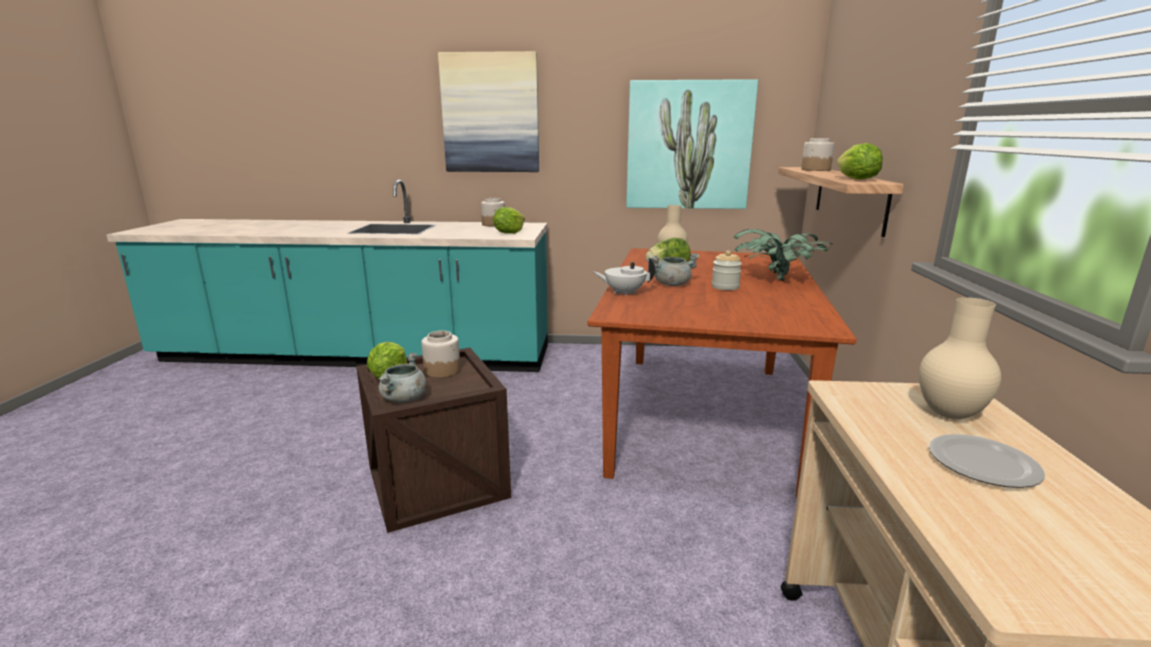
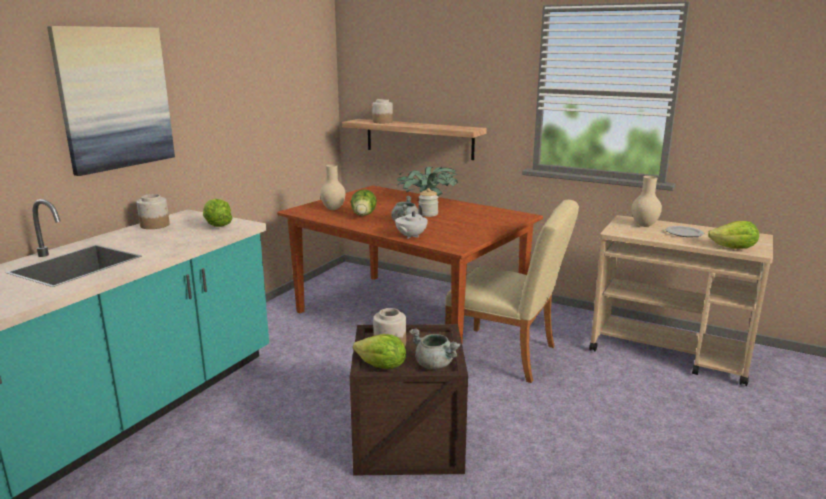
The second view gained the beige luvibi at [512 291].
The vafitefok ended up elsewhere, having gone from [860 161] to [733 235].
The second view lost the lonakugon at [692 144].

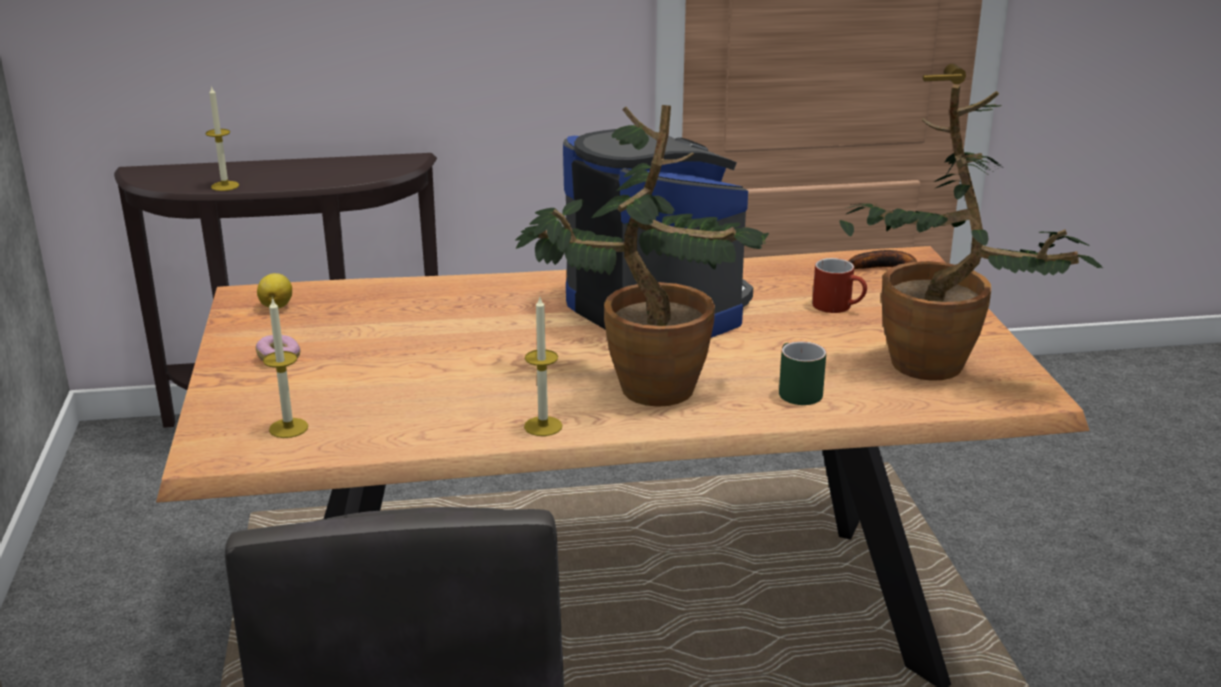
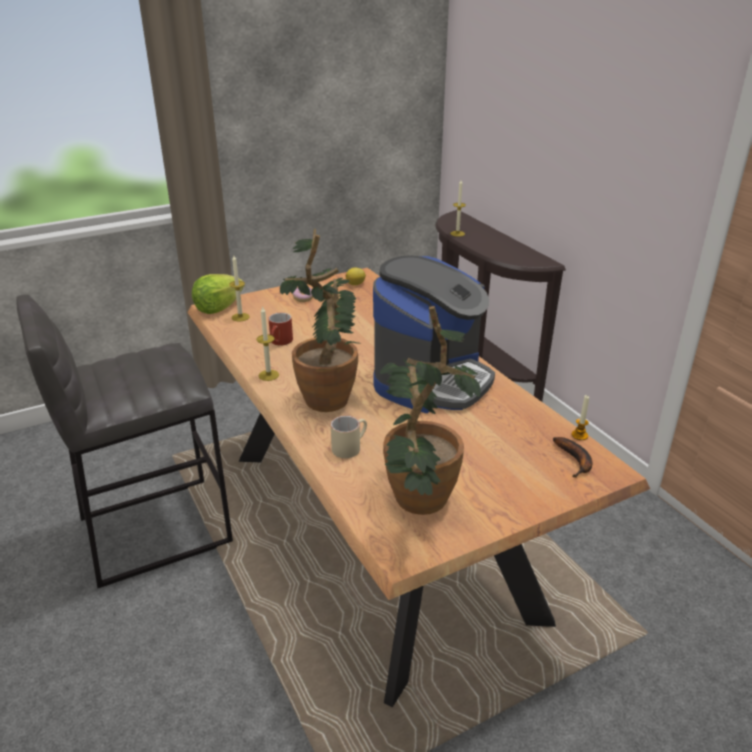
The second view gained the vafitefok at [218 294].
The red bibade ended up elsewhere, having gone from [839 285] to [280 329].
What was the green bibade at [802 373] turned into the beige bibade at [349 437].
The second view gained the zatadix at [580 417].

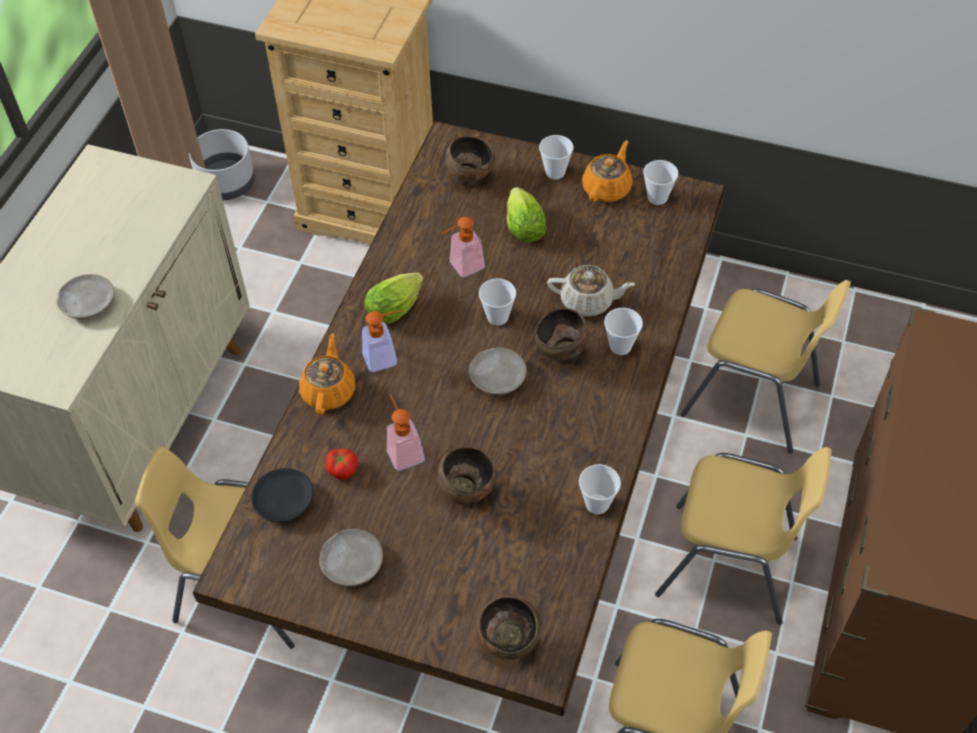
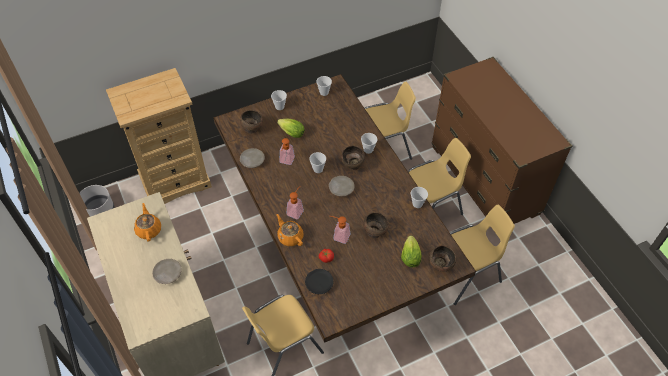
The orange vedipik ended up elsewhere, having gone from [607 171] to [147 222].
The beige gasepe ended up elsewhere, having gone from [351 557] to [252 158].
The vafitefok ended up elsewhere, having gone from [394 298] to [411 251].
The second view lost the beige vedipik at [591 290].

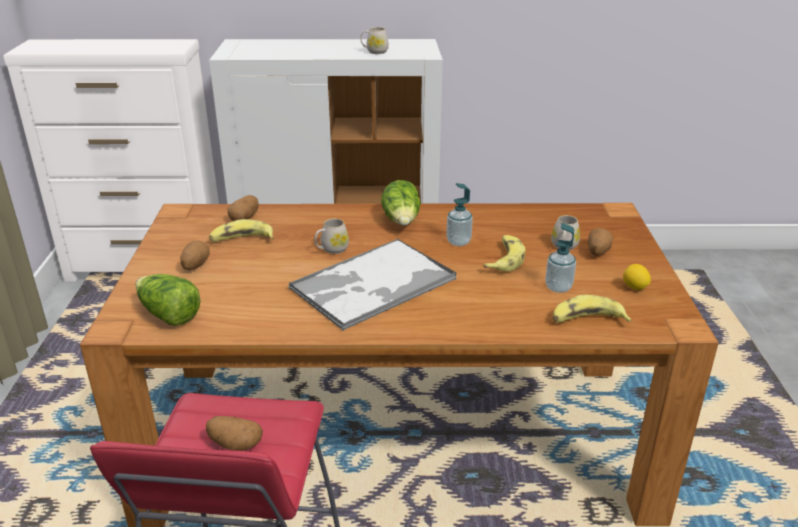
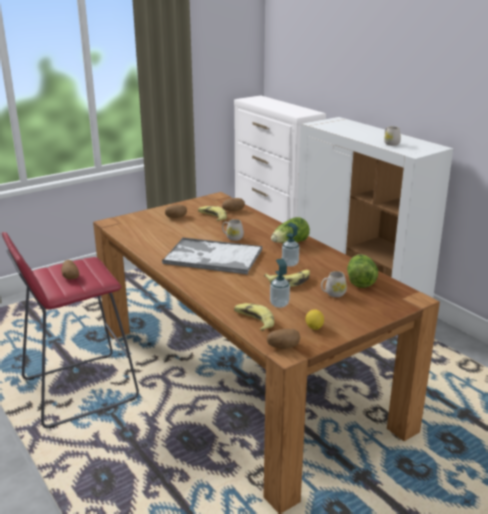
The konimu ended up elsewhere, having gone from [600 242] to [284 339].
The vafitefok ended up elsewhere, having gone from [168 300] to [362 271].

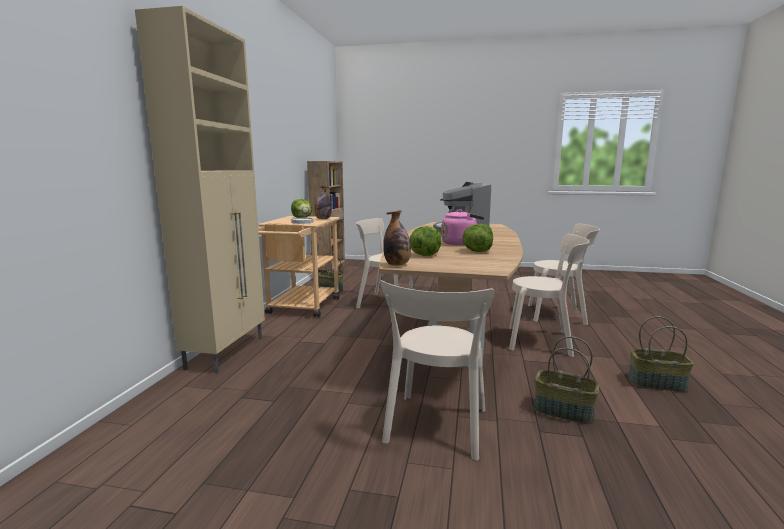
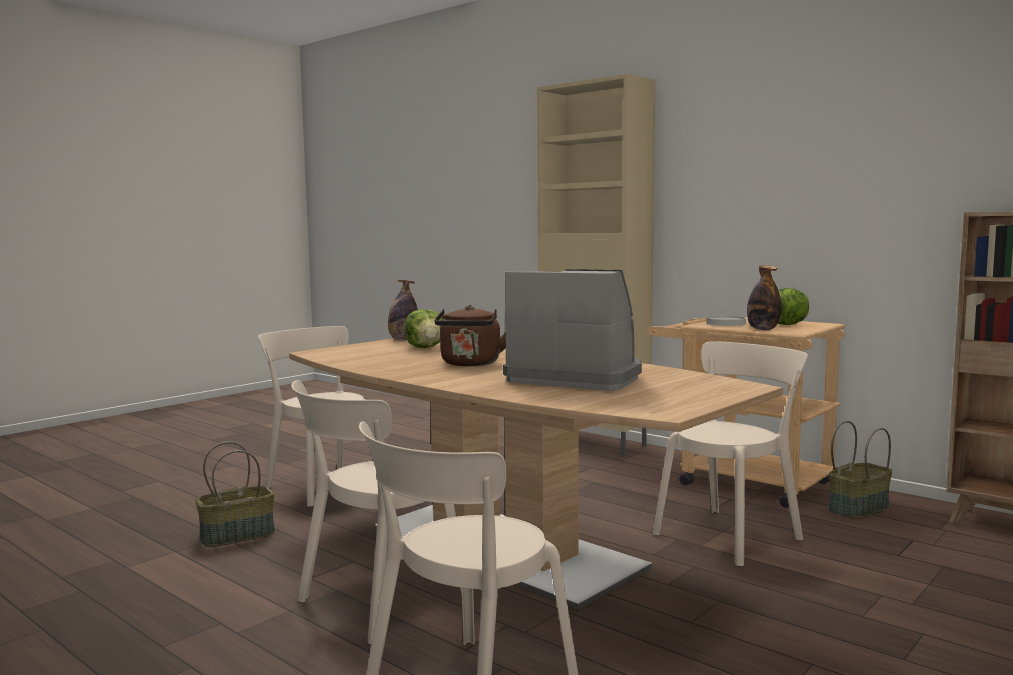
What was the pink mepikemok at [462 227] turned into the brown mepikemok at [470 335].
The second view lost the vafitefok at [477 238].
The second view lost the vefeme at [661 354].

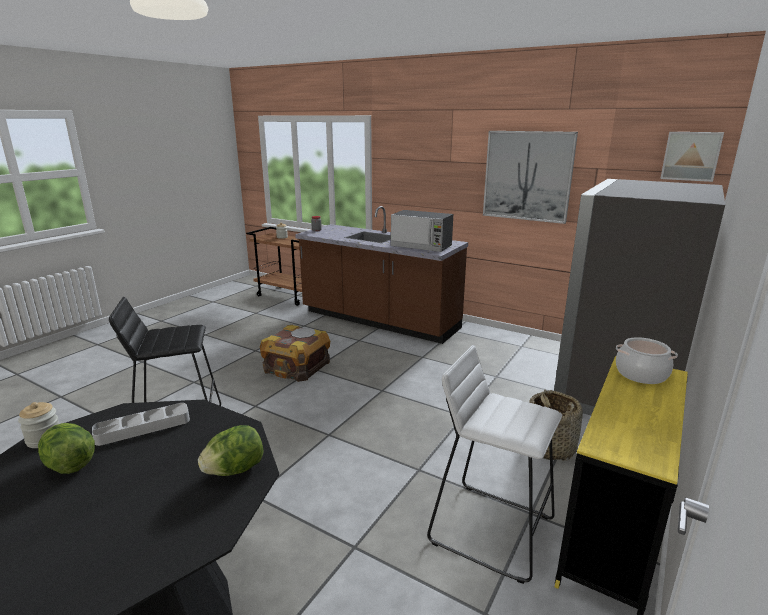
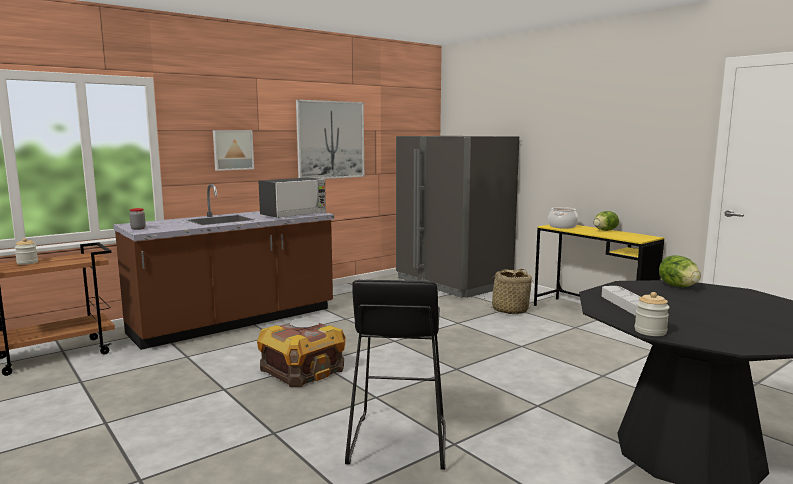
The lonakugon ended up elsewhere, having gone from [692 157] to [233 150].
The vafitefok ended up elsewhere, having gone from [66 448] to [606 221].
The second view lost the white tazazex at [494 464].

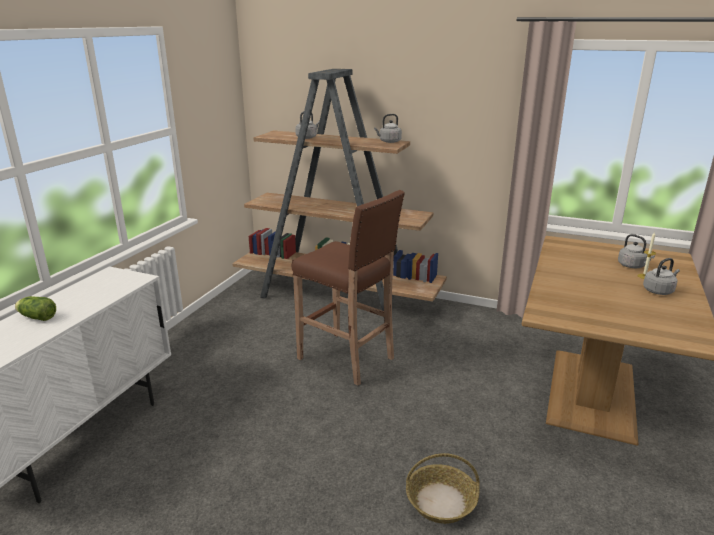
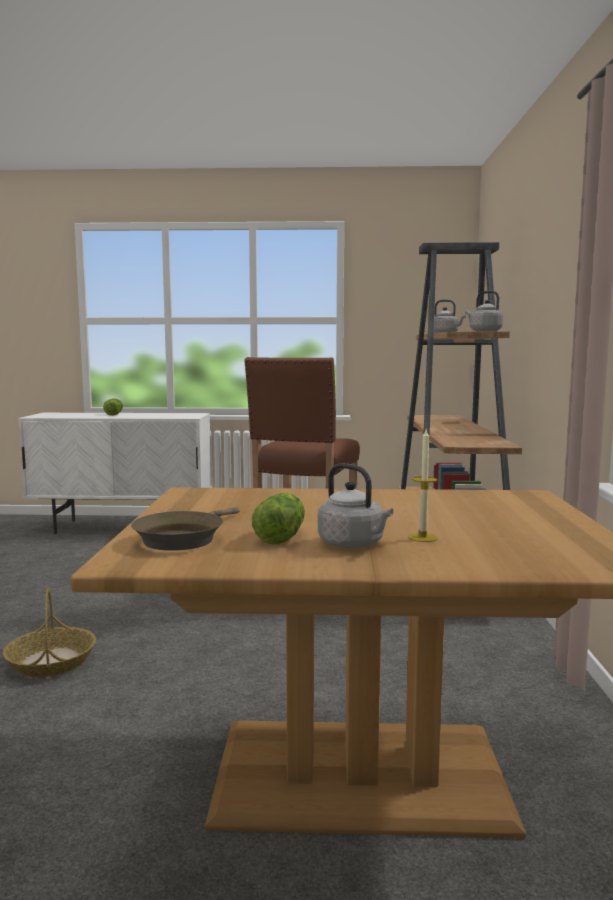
The second view gained the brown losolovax at [185 529].
The second view gained the vafitefok at [278 518].
The second view lost the grey mepikemok at [636 251].

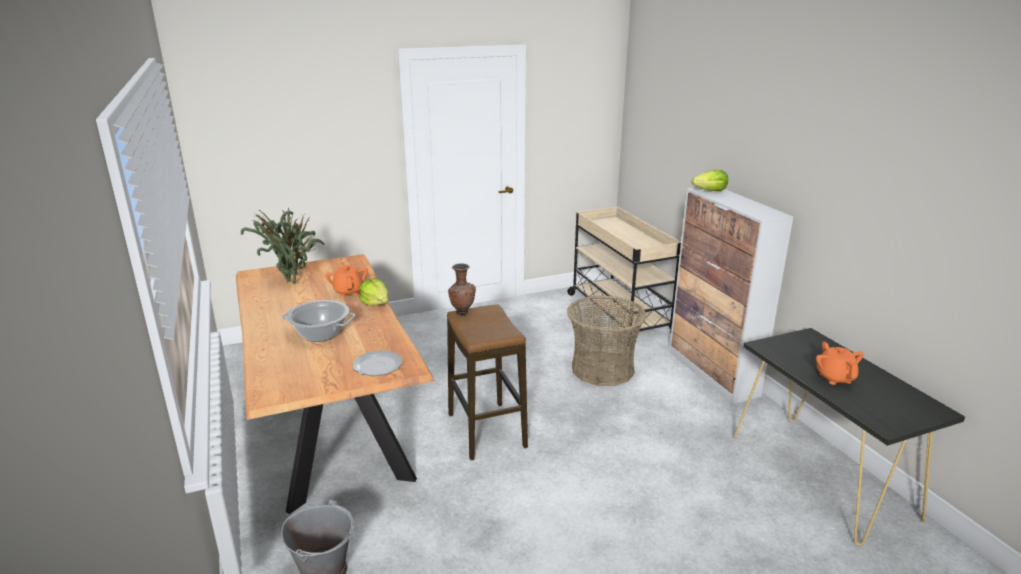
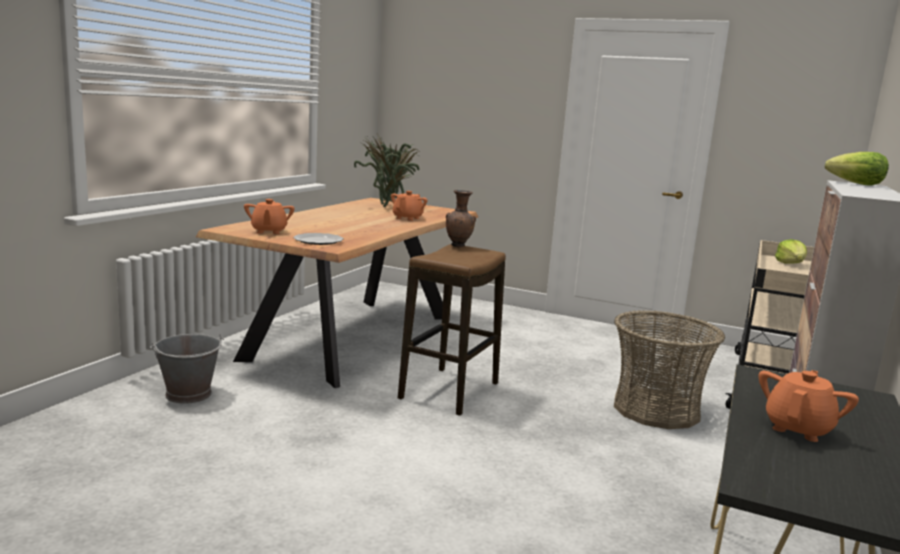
The second view gained the orange vedipik at [269 216].
The vafitefok ended up elsewhere, having gone from [373 292] to [791 251].
The second view lost the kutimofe at [318 321].

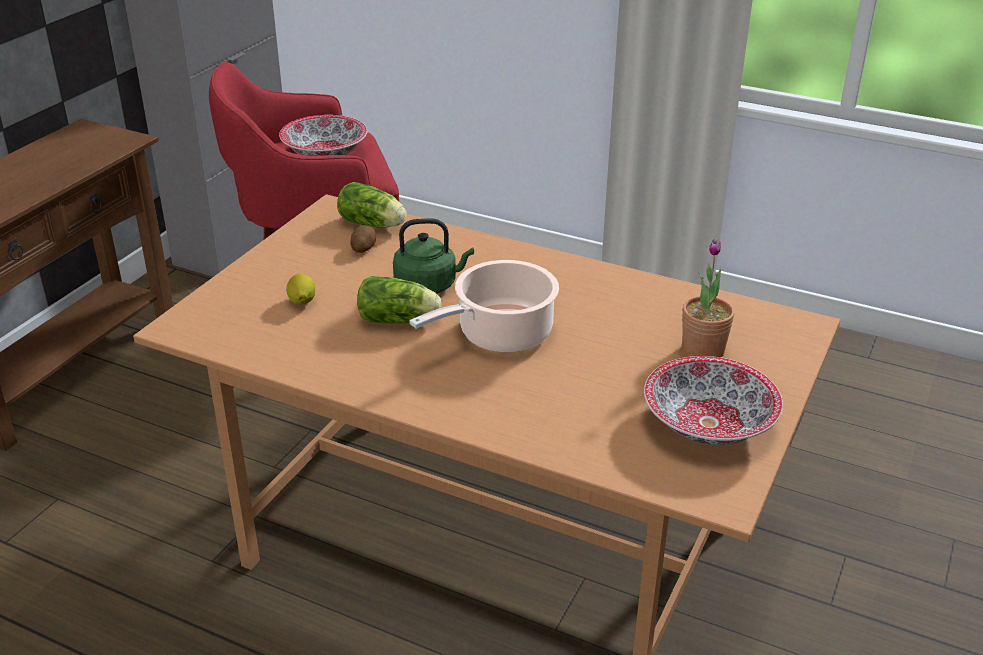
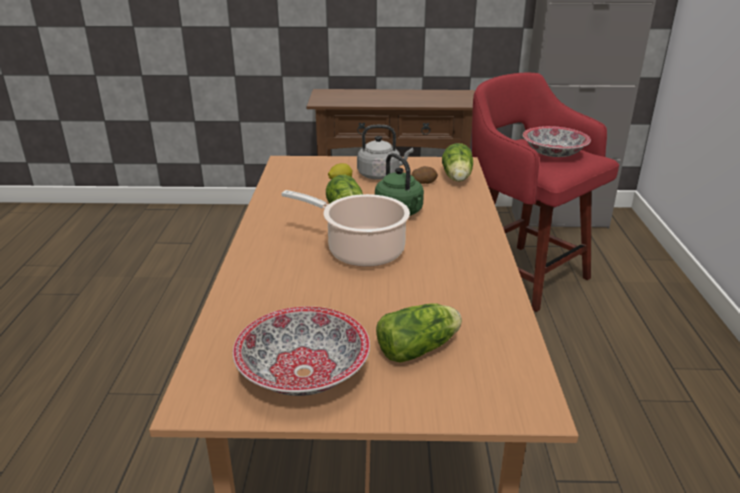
The second view gained the grey mepikemok at [385 152].
Where the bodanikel stood at [708 298], the vafitefok came to stand at [419 333].

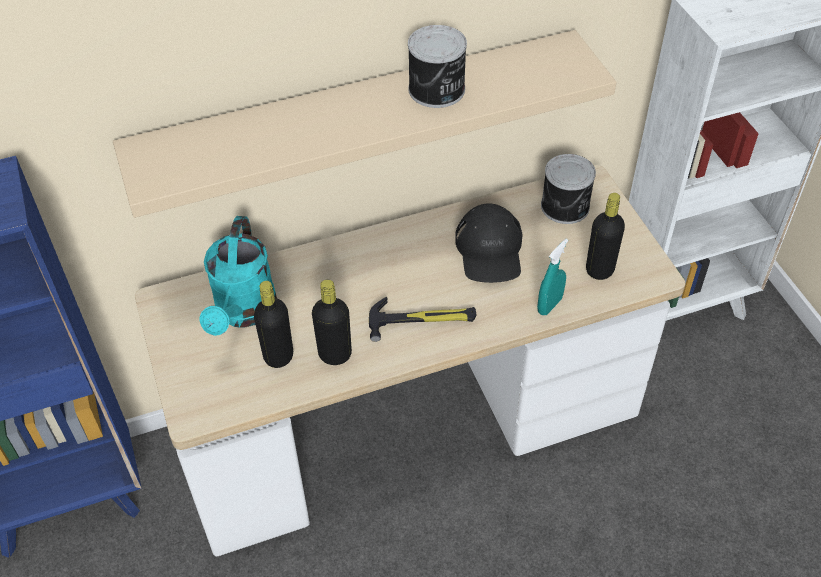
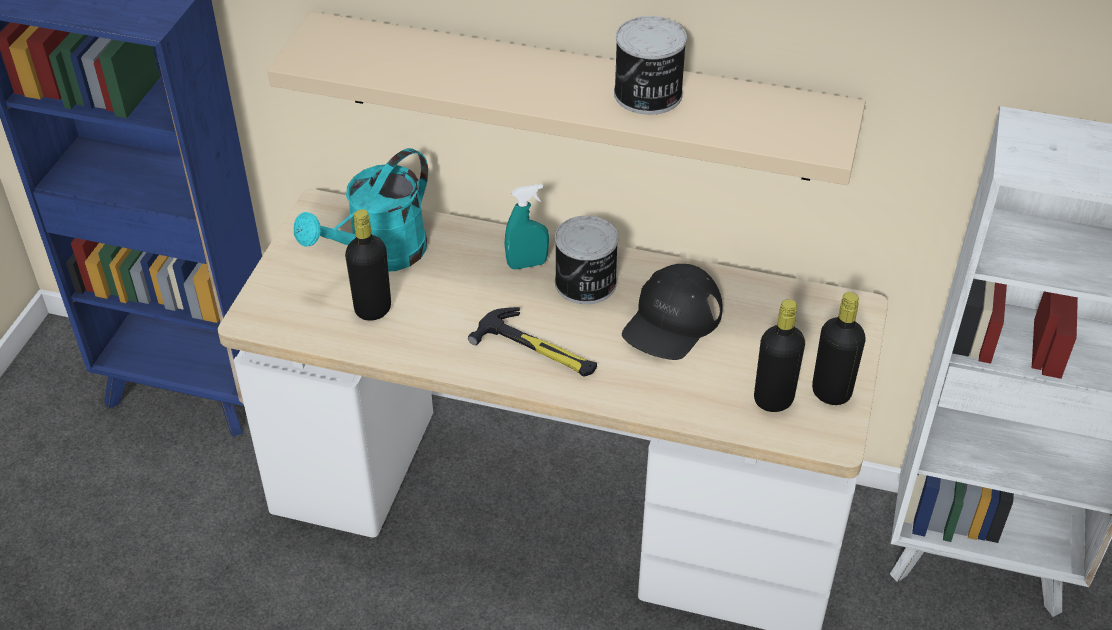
The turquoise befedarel ended up elsewhere, having gone from [552 277] to [527 227].
The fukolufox ended up elsewhere, having gone from [568 189] to [587 260].
The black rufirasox ended up elsewhere, having gone from [332 322] to [839 348].

